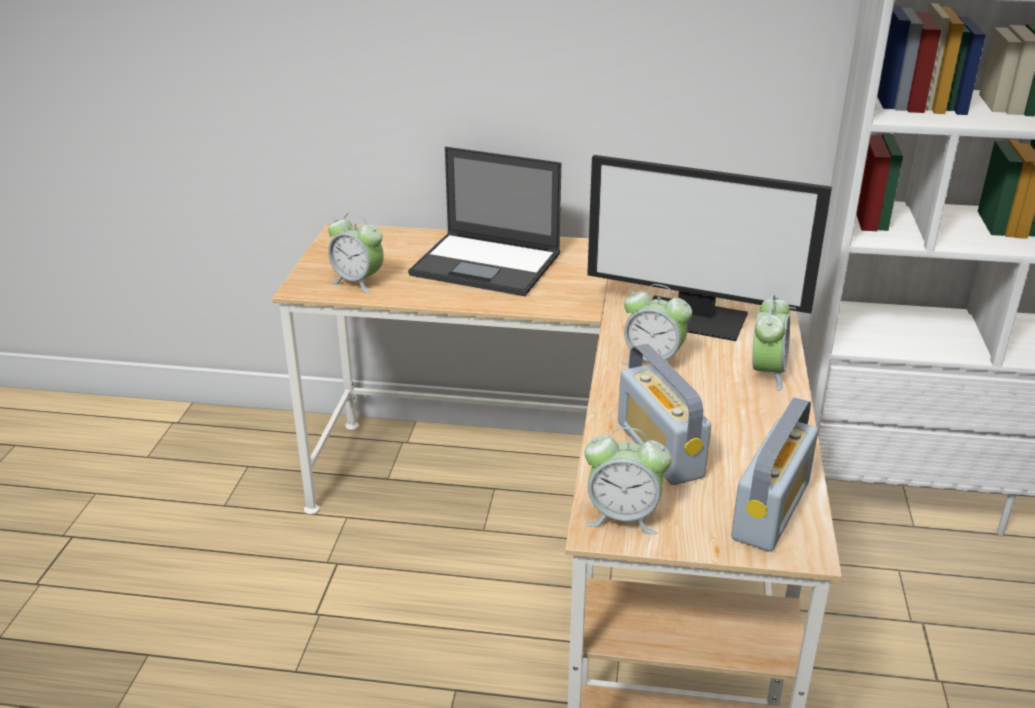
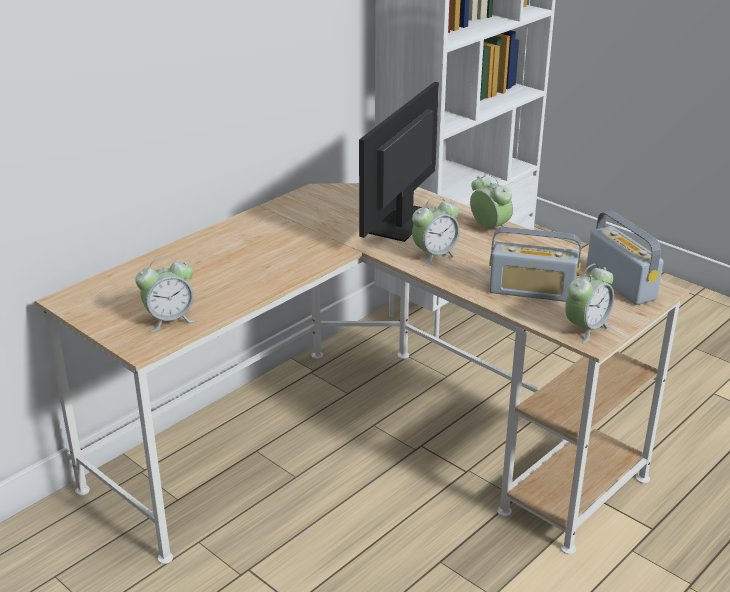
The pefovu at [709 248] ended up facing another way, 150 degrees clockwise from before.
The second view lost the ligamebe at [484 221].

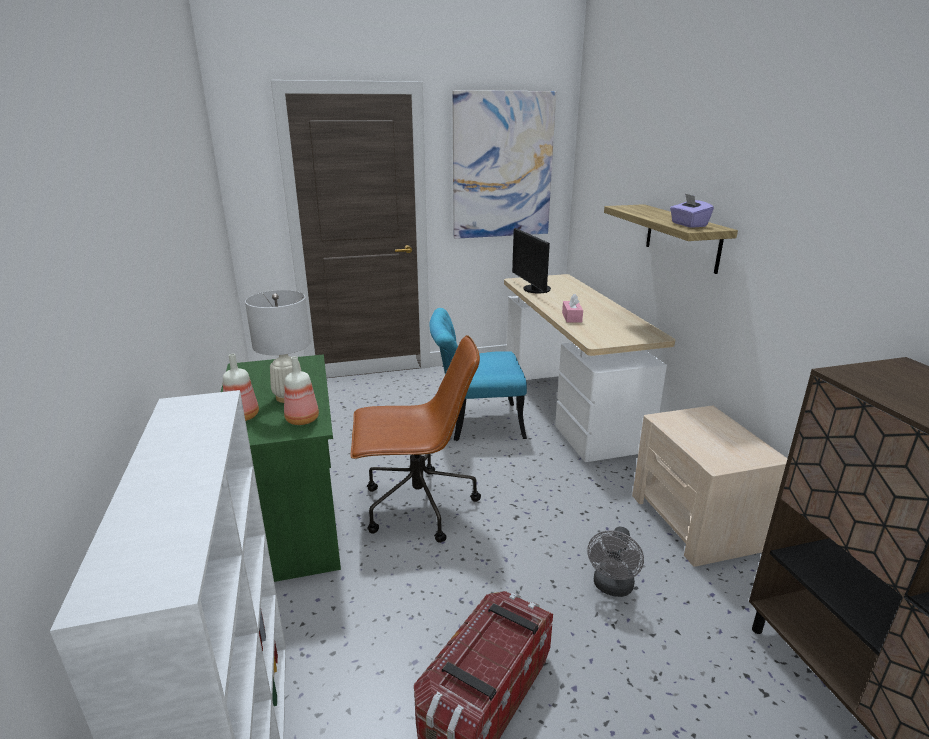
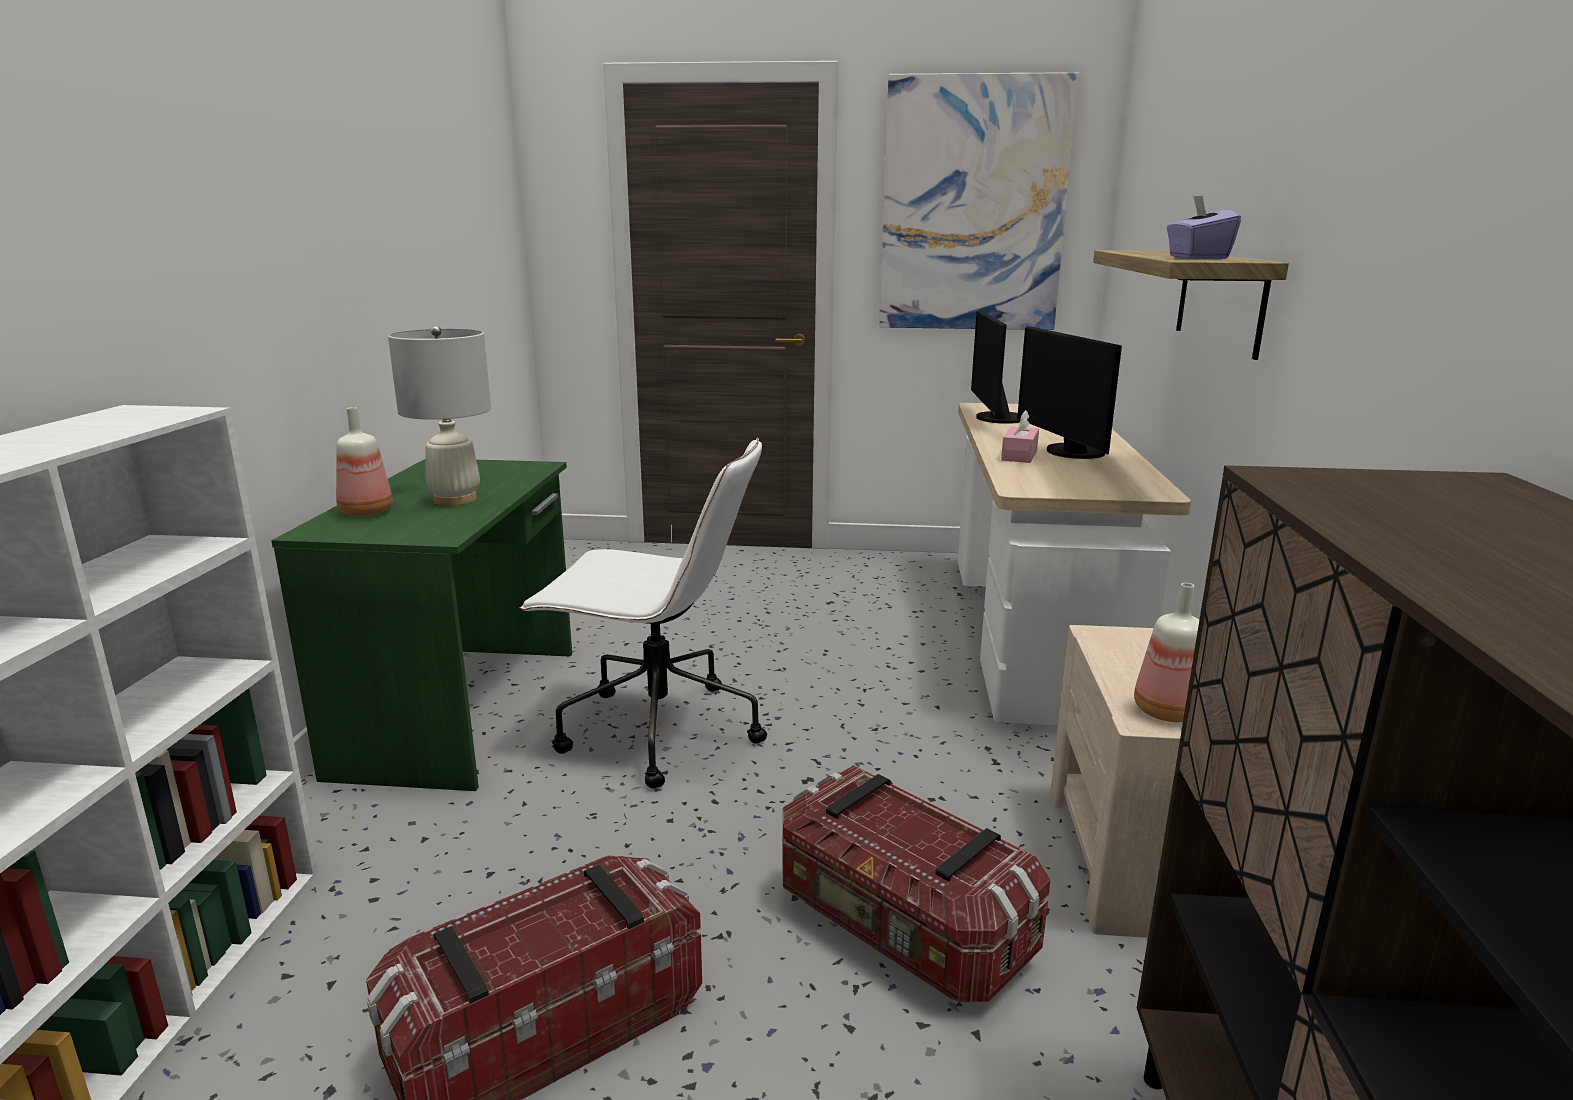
What was the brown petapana at [416 439] turned into the white petapana at [643 613].
Where the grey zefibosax stood at [615 562], the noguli came to stand at [916 883].
The second view gained the pefovu at [1069 392].
The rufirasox ended up elsewhere, having gone from [301 390] to [1166 652].
The second view lost the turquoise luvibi at [478 374].

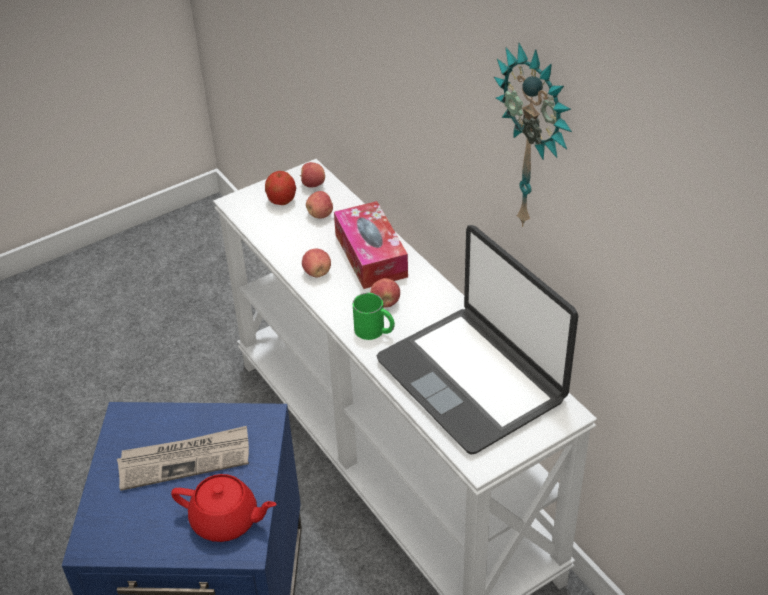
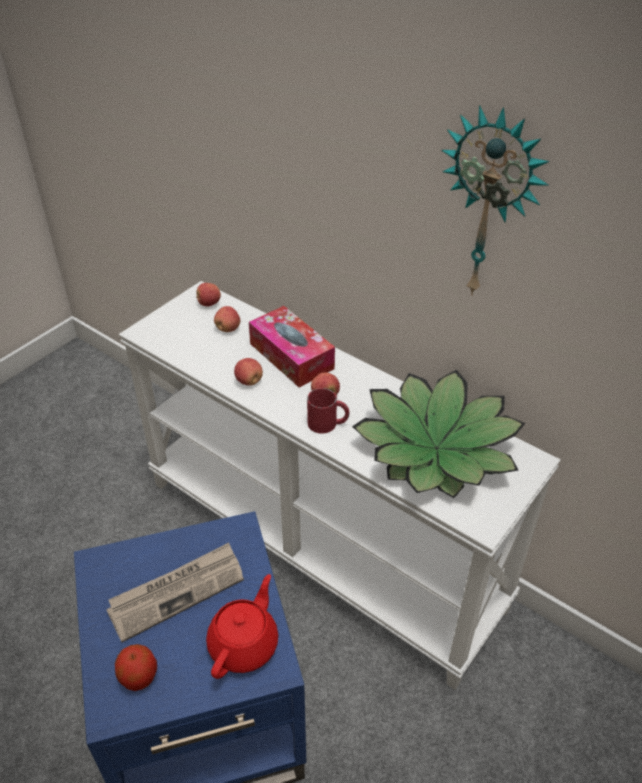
The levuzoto ended up elsewhere, having gone from [280 188] to [136 667].
The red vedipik at [224 508] ended up facing another way, 60 degrees counterclockwise from before.
What was the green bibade at [374 316] turned into the red bibade at [328 411].
Where the ligamebe stood at [477 340], the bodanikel came to stand at [439 434].

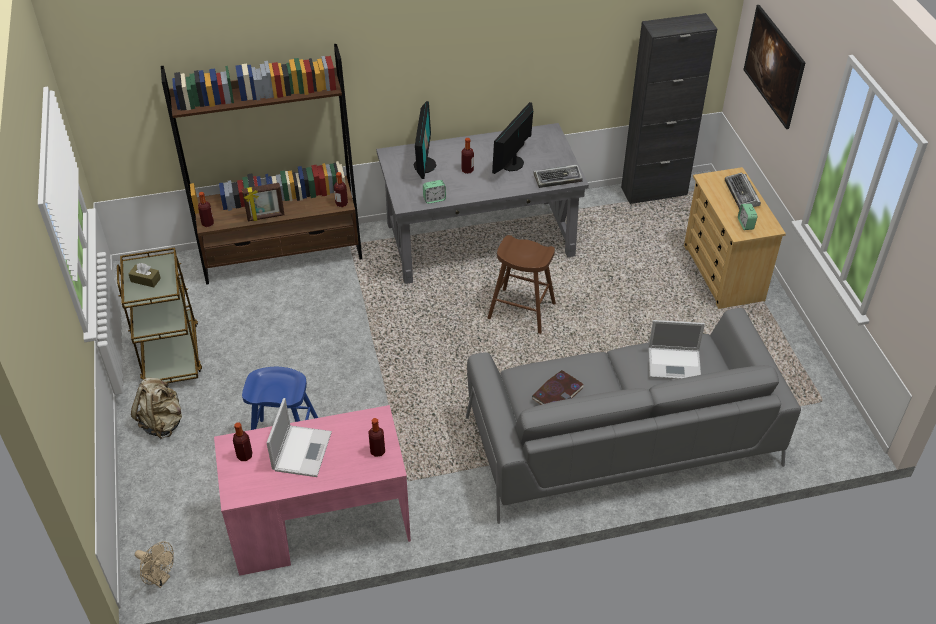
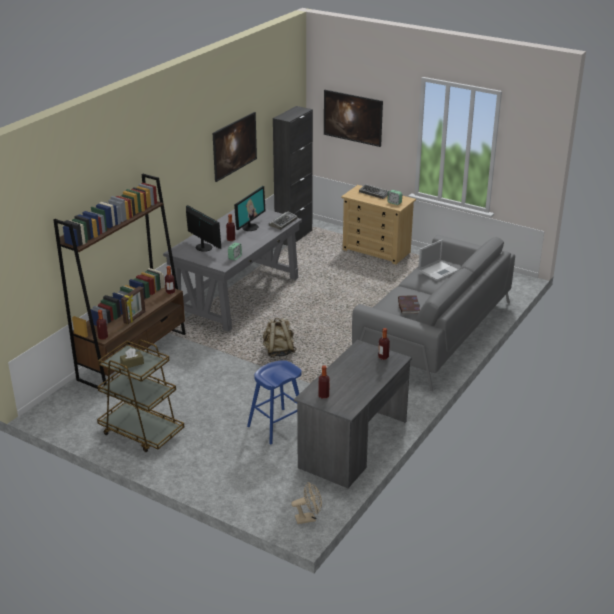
The second view gained the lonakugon at [235 147].
The pefovu at [512 138] ended up facing another way, 135 degrees counterclockwise from before.
The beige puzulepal ended up elsewhere, having gone from [156 408] to [280 337].
What was the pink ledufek at [312 490] turned into the grey ledufek at [353 414].
The second view lost the ligamebe at [299 437].
The second view lost the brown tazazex at [521 284].

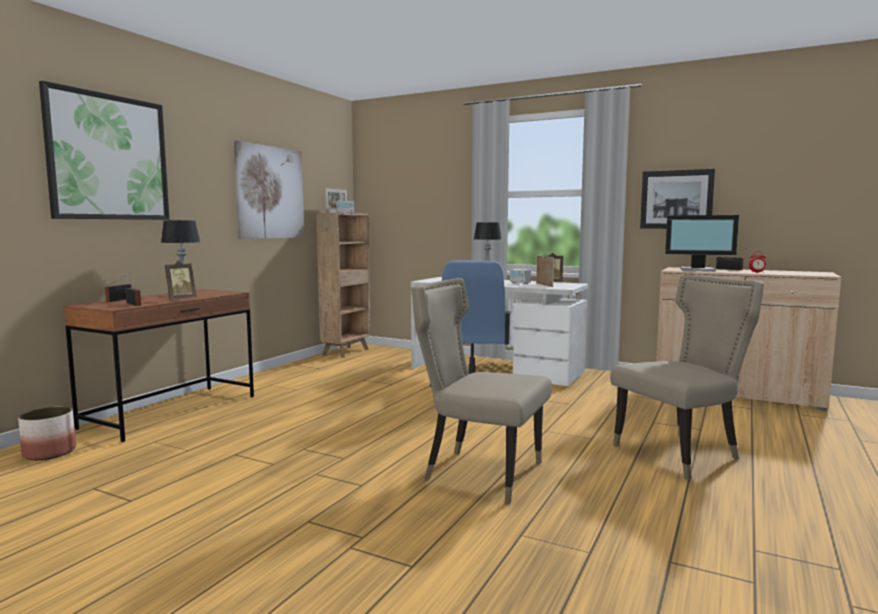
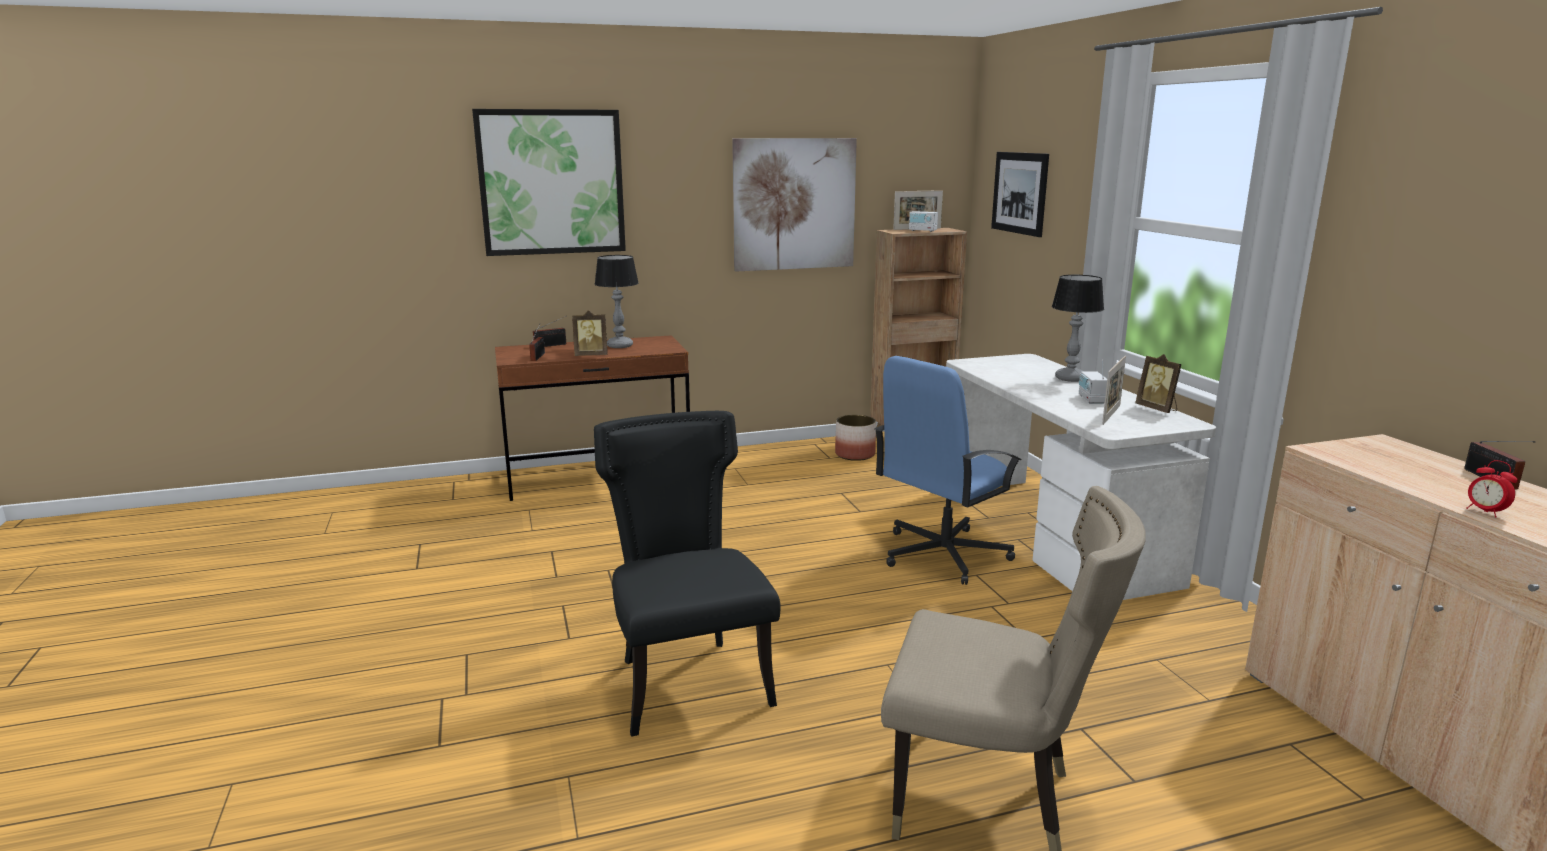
What was the beige luvibi at [481 391] turned into the black luvibi at [687 574].
The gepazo ended up elsewhere, having gone from [47 433] to [855 438].
The lonakugon ended up elsewhere, having gone from [677 199] to [1020 194].
The second view lost the pefovu at [702 243].

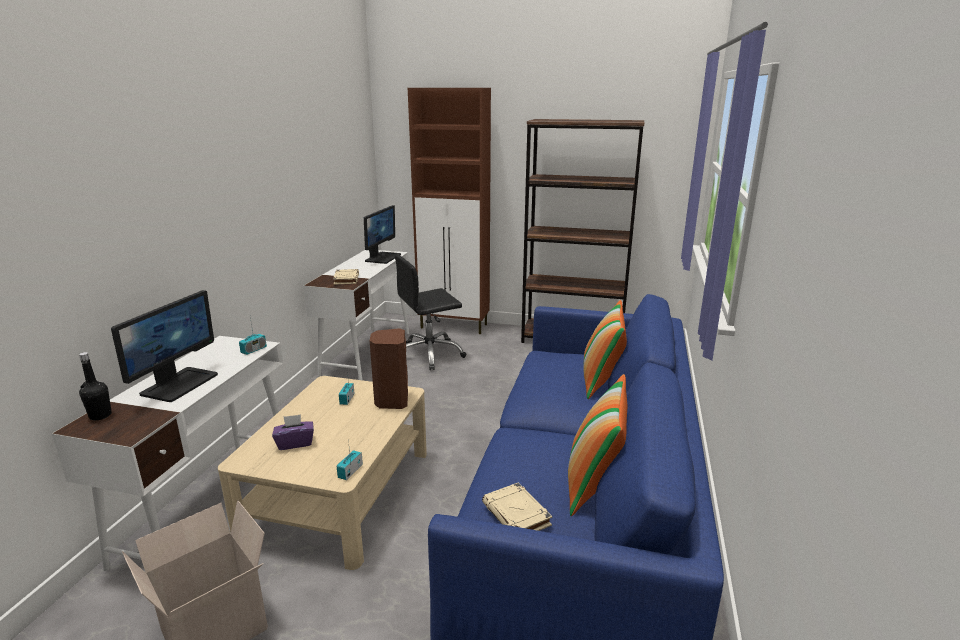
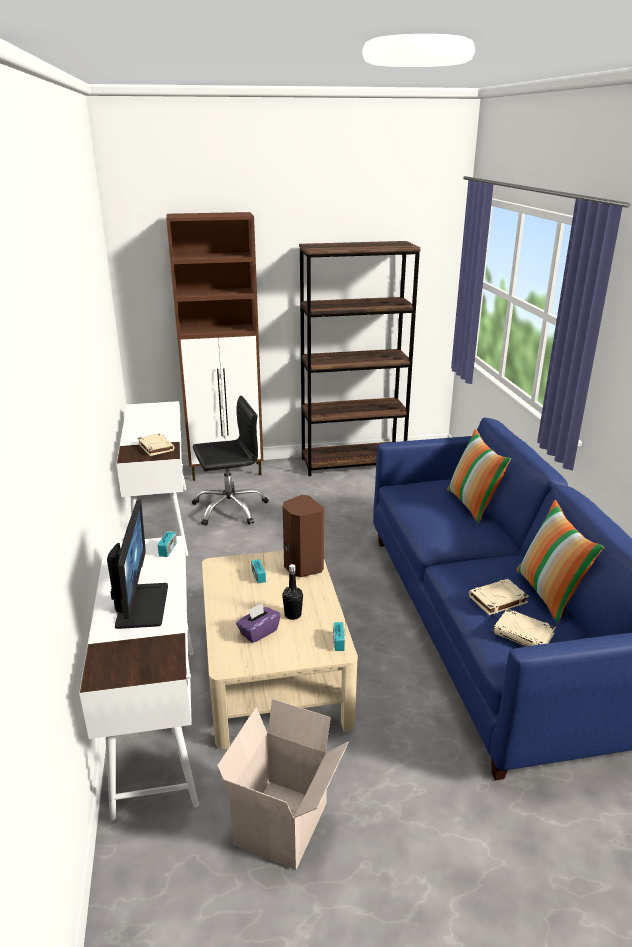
The black petapana at [430 312] ended up facing another way, 150 degrees counterclockwise from before.
The black rufirasox ended up elsewhere, having gone from [95 386] to [292 592].
The second view gained the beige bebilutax at [499 597].
The second view lost the pefovu at [382 234].

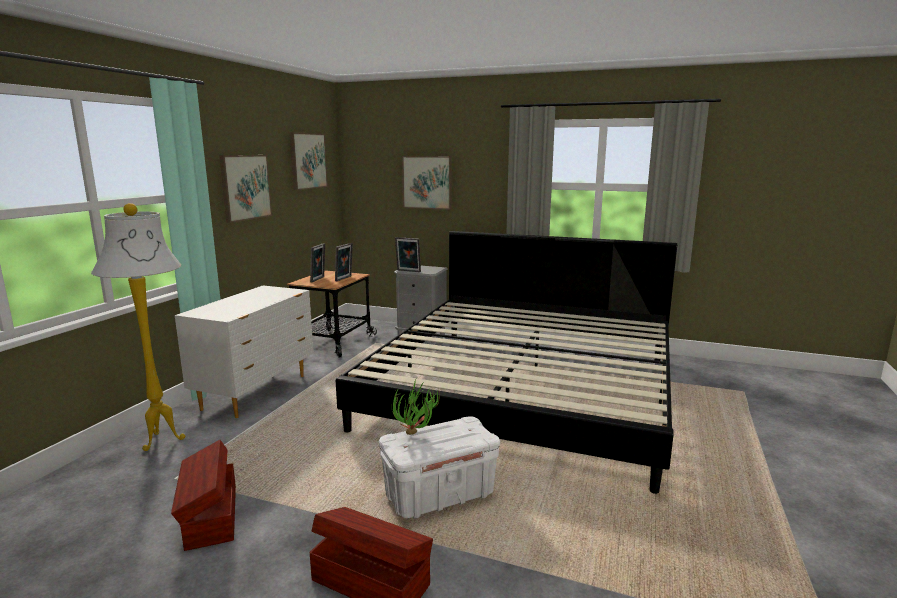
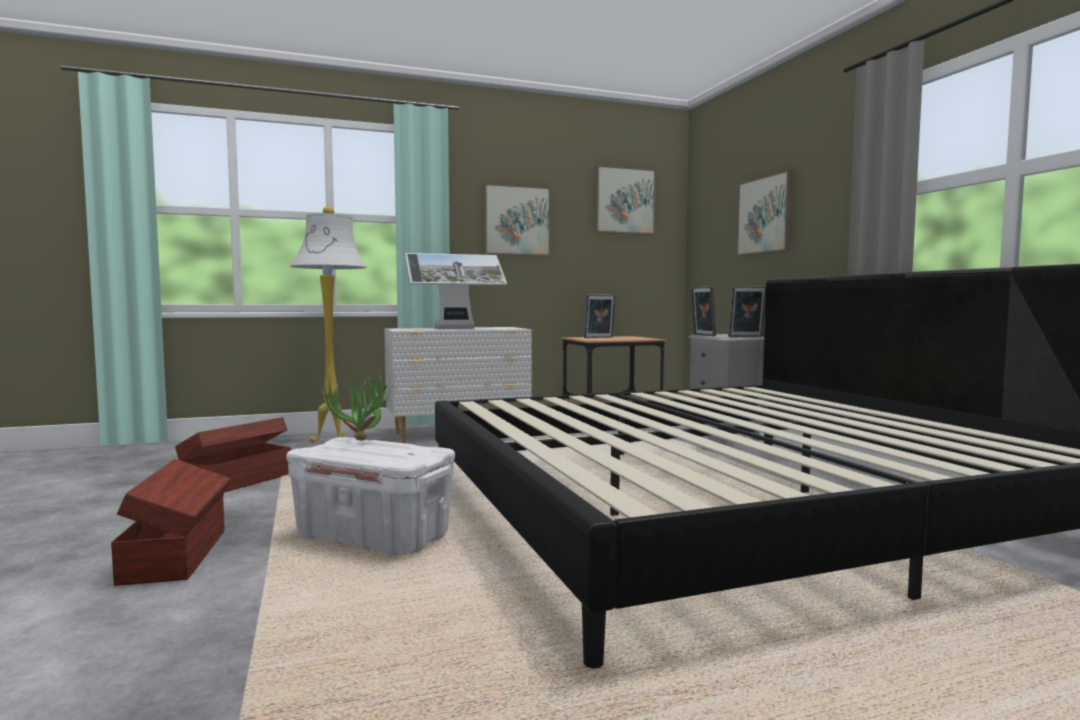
The second view gained the pefovu at [456 291].
The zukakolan ended up elsewhere, having gone from [344 262] to [747 311].

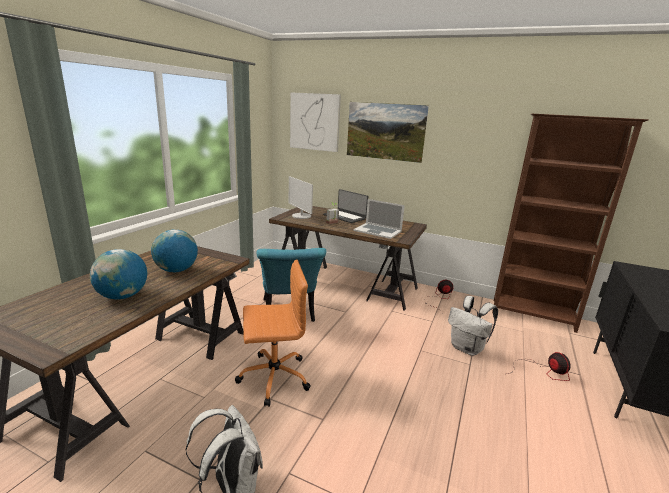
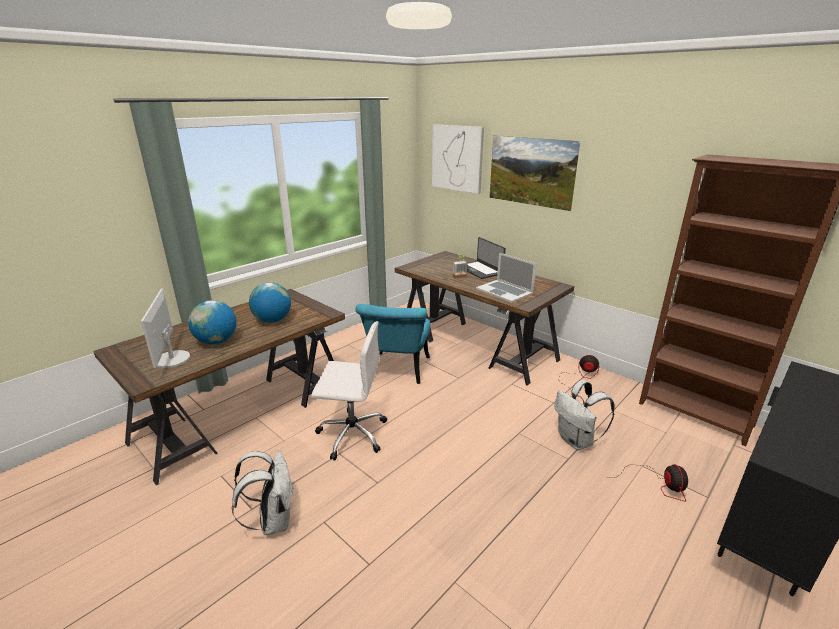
The pefovu ended up elsewhere, having gone from [301 197] to [165 328].
What was the orange petapana at [273 333] turned into the white petapana at [349 391].

